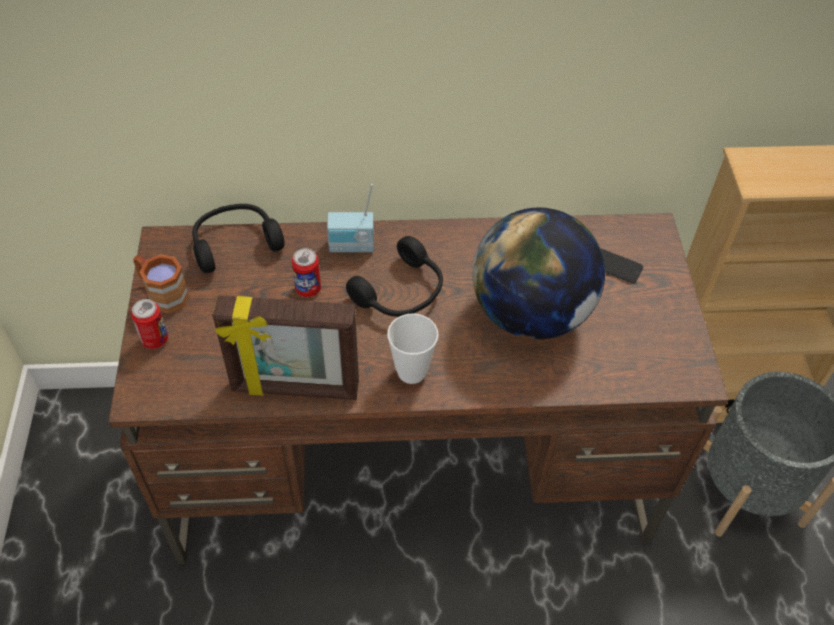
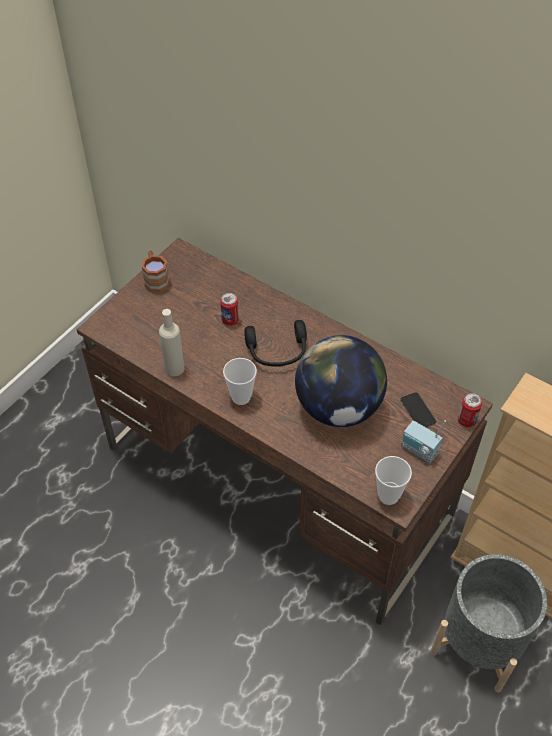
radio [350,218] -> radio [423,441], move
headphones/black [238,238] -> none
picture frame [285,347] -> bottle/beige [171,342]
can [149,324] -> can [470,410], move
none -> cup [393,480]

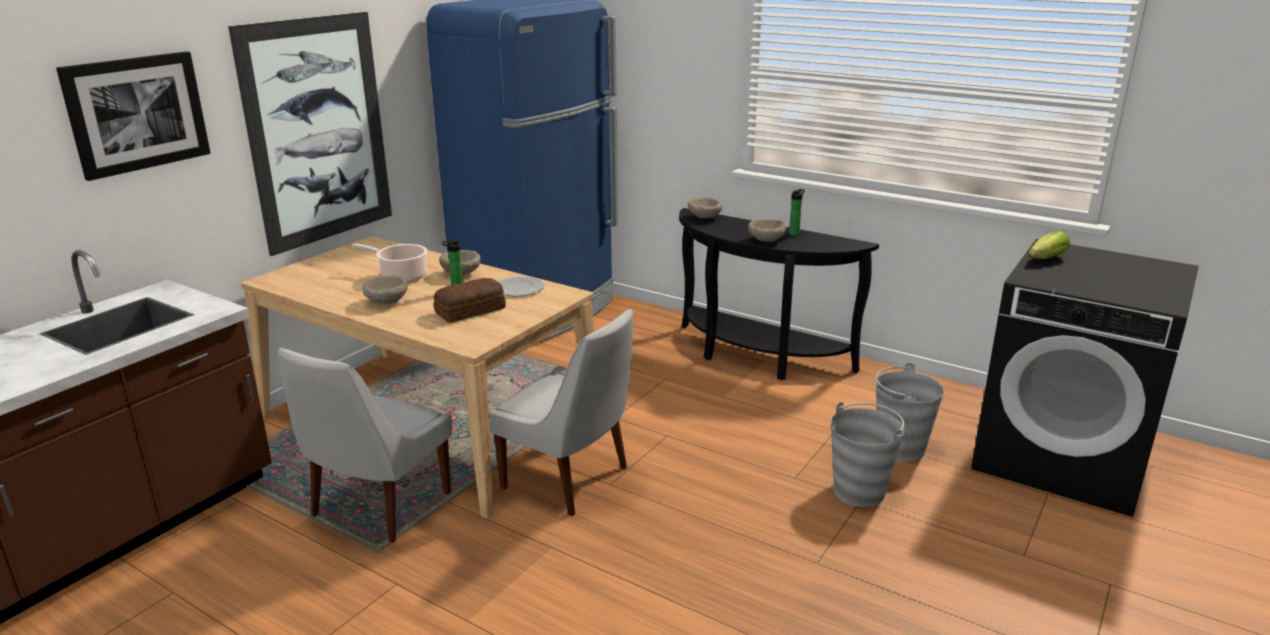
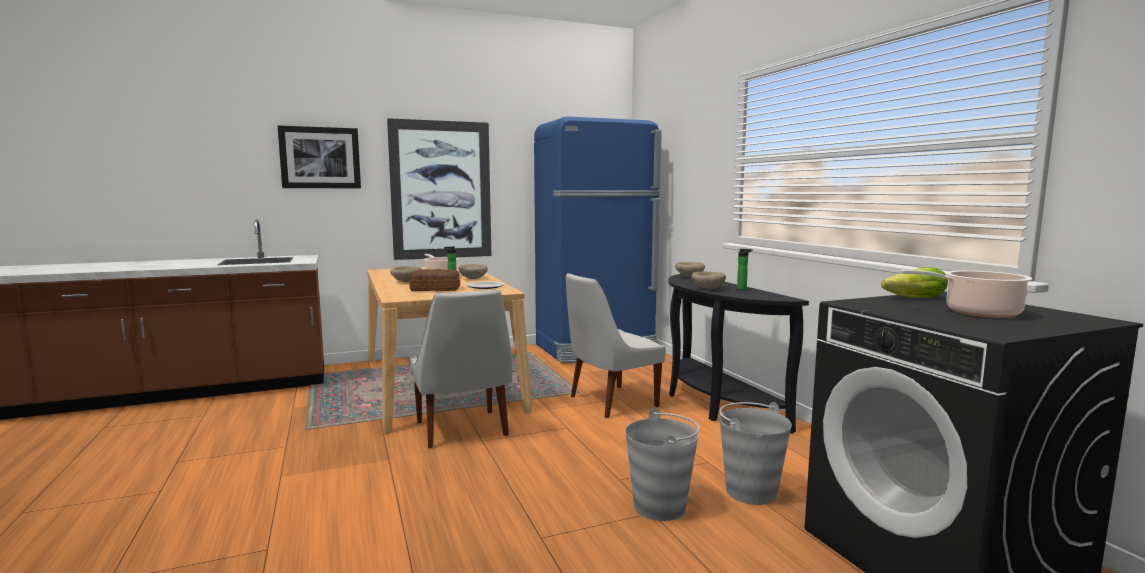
chair/white [365,445] -> chair/white [616,345], move
none -> cooking pot [966,294]

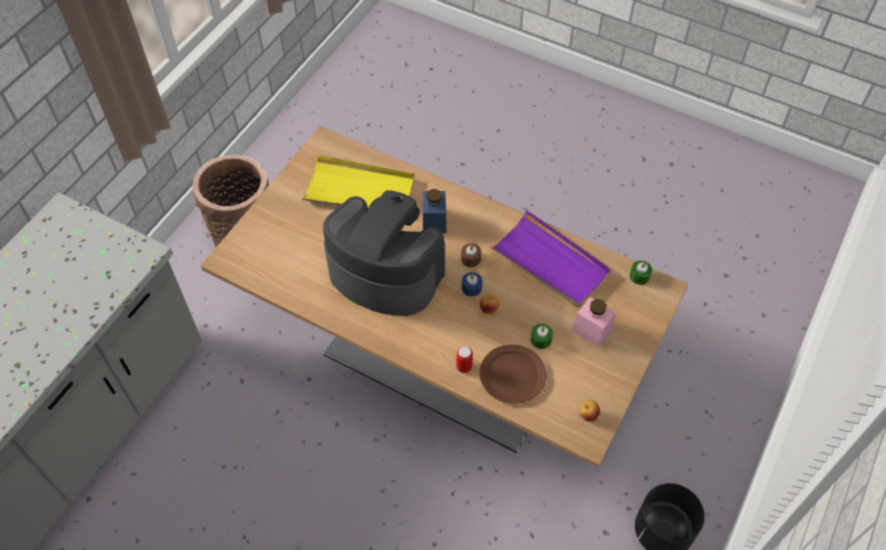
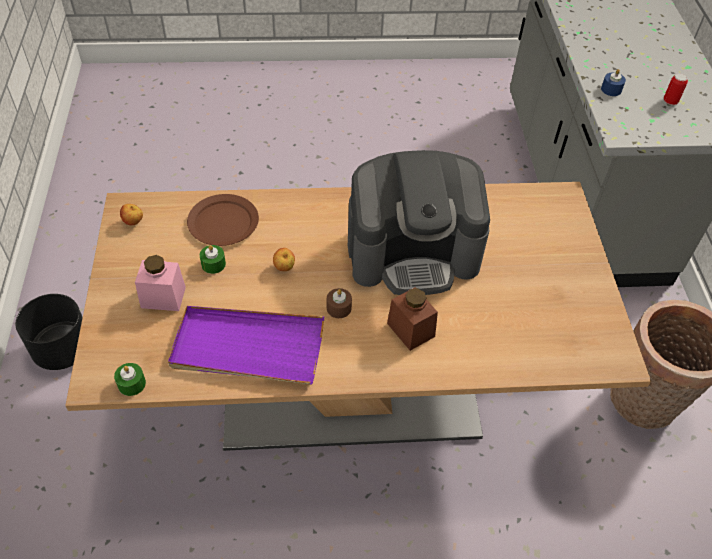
tray/yellow [358,182] -> none
jar/blue [435,211] -> jar/brown [412,319]
candle/blue [472,284] -> candle/blue [613,82], move
can [464,359] -> can [676,89], move

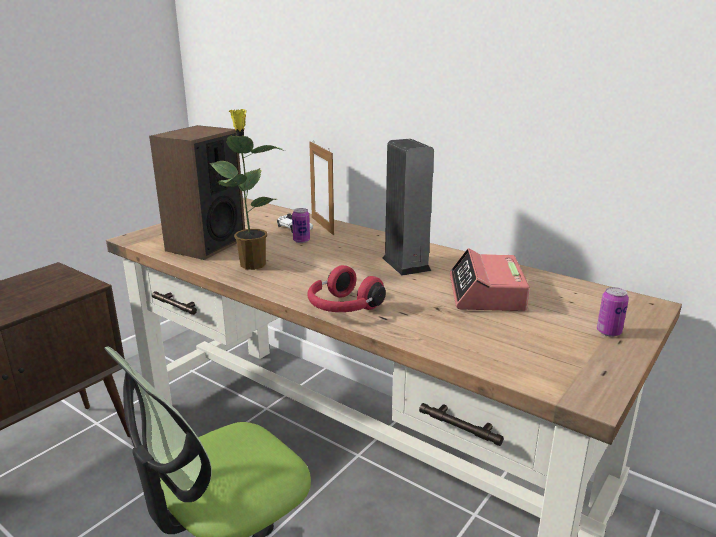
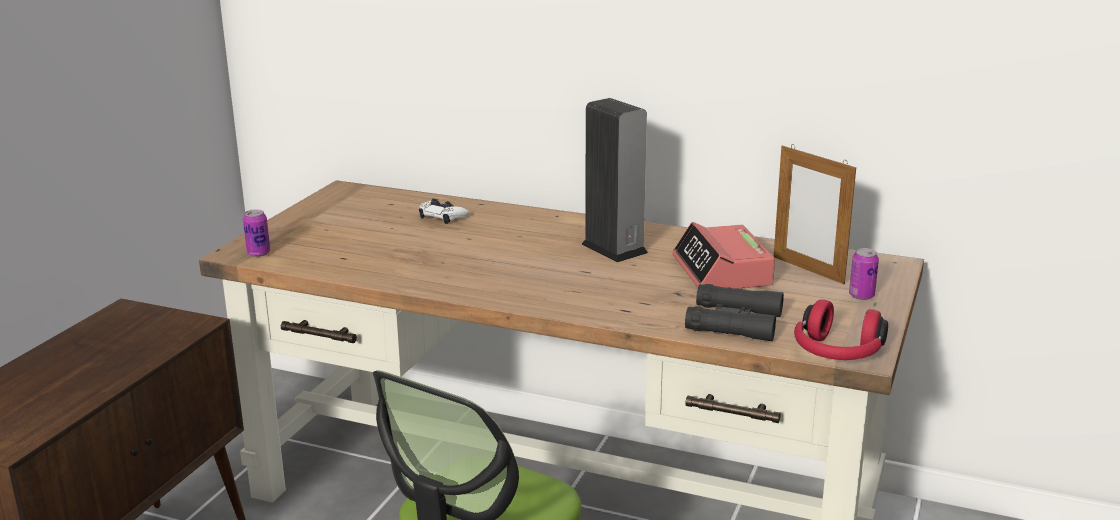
potted plant [247,189] -> none
speaker [197,192] -> none
picture frame [321,187] -> picture frame [815,214], move
can [301,225] -> can [256,233], move
headphones/red [347,288] -> headphones/red [841,329], move
none -> binoculars/black [734,312]

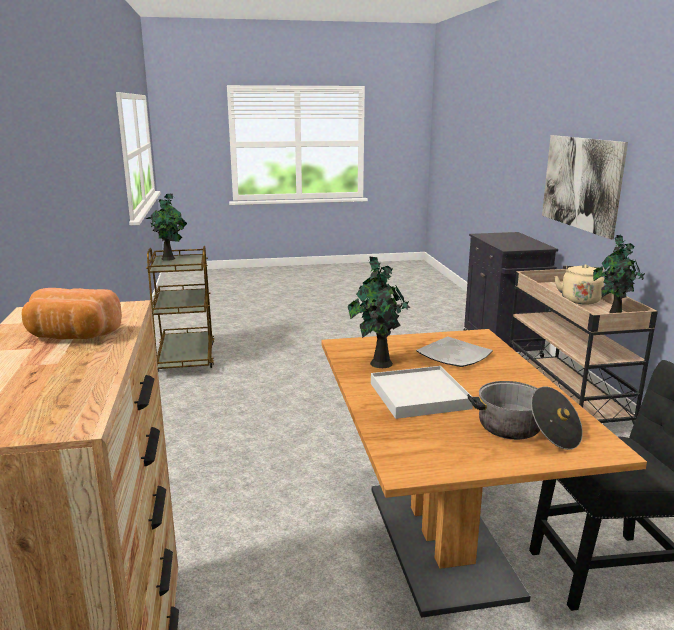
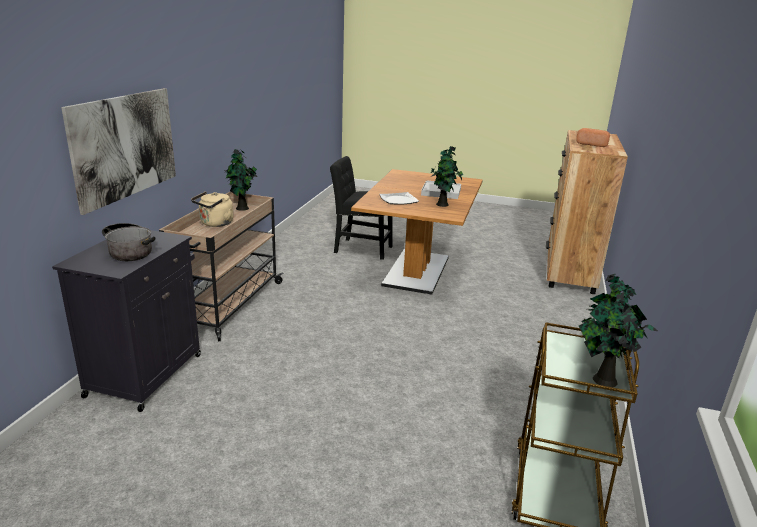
cooking pot [525,415] -> cooking pot [128,242], move

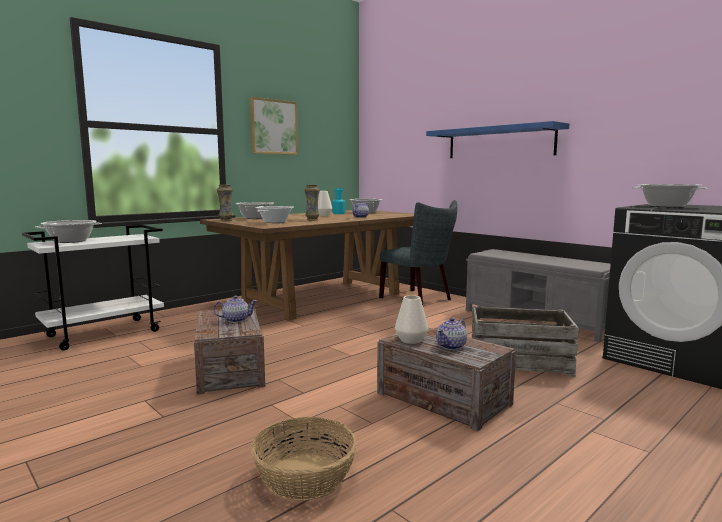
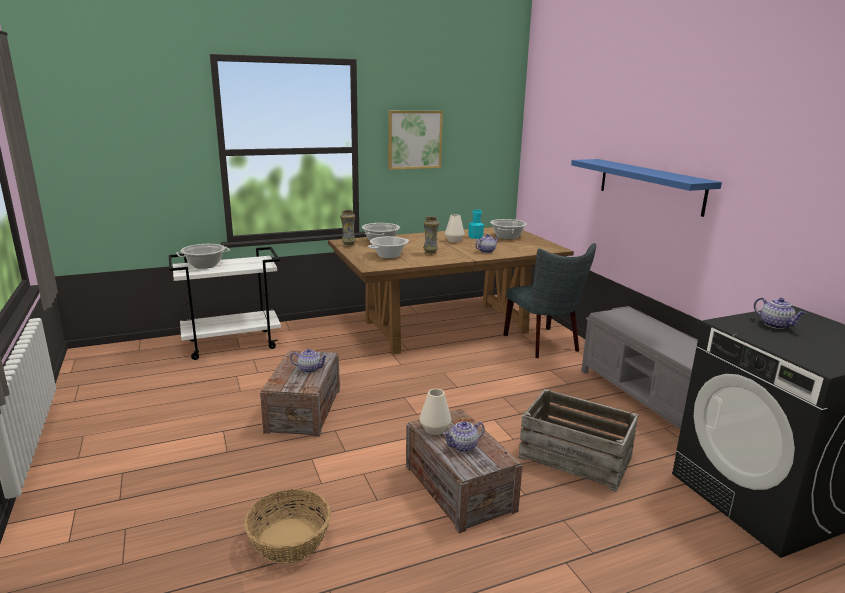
cooking pot [670,196] -> teapot [780,313]

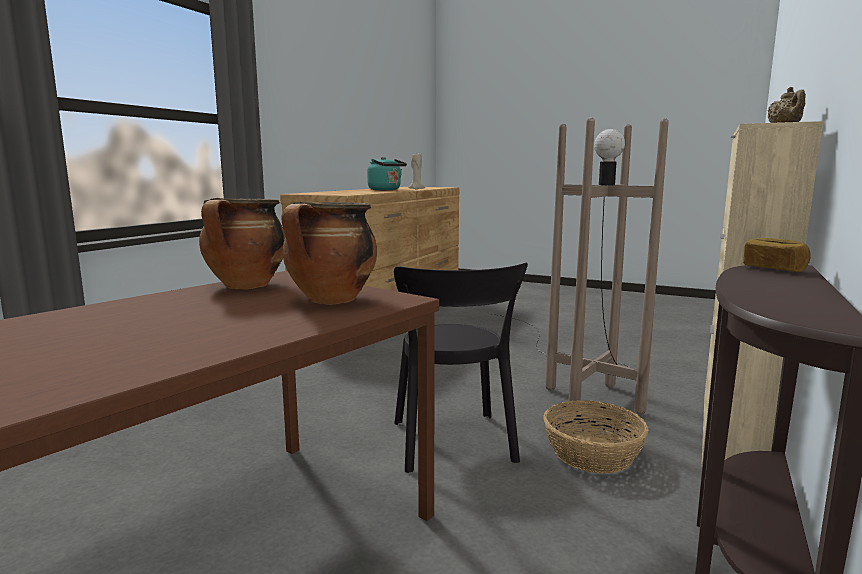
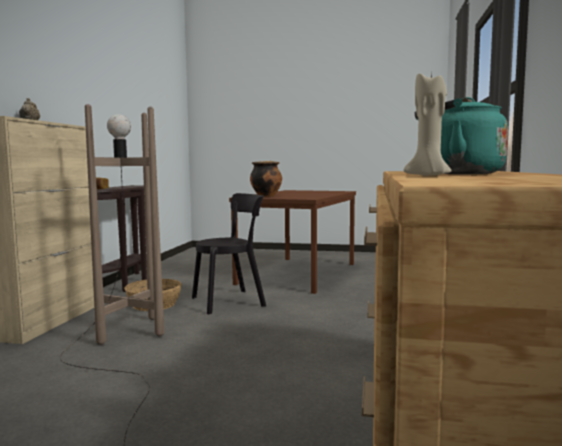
cooking pot [242,243] -> none
chair/black [461,368] -> chair/black [229,253], 90 degrees clockwise

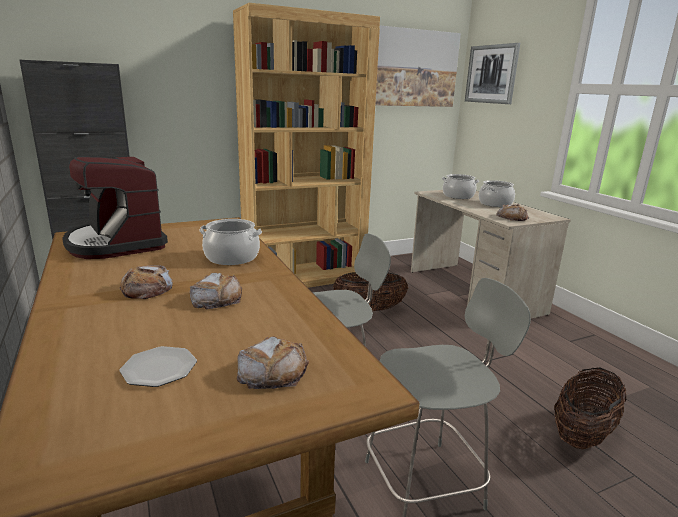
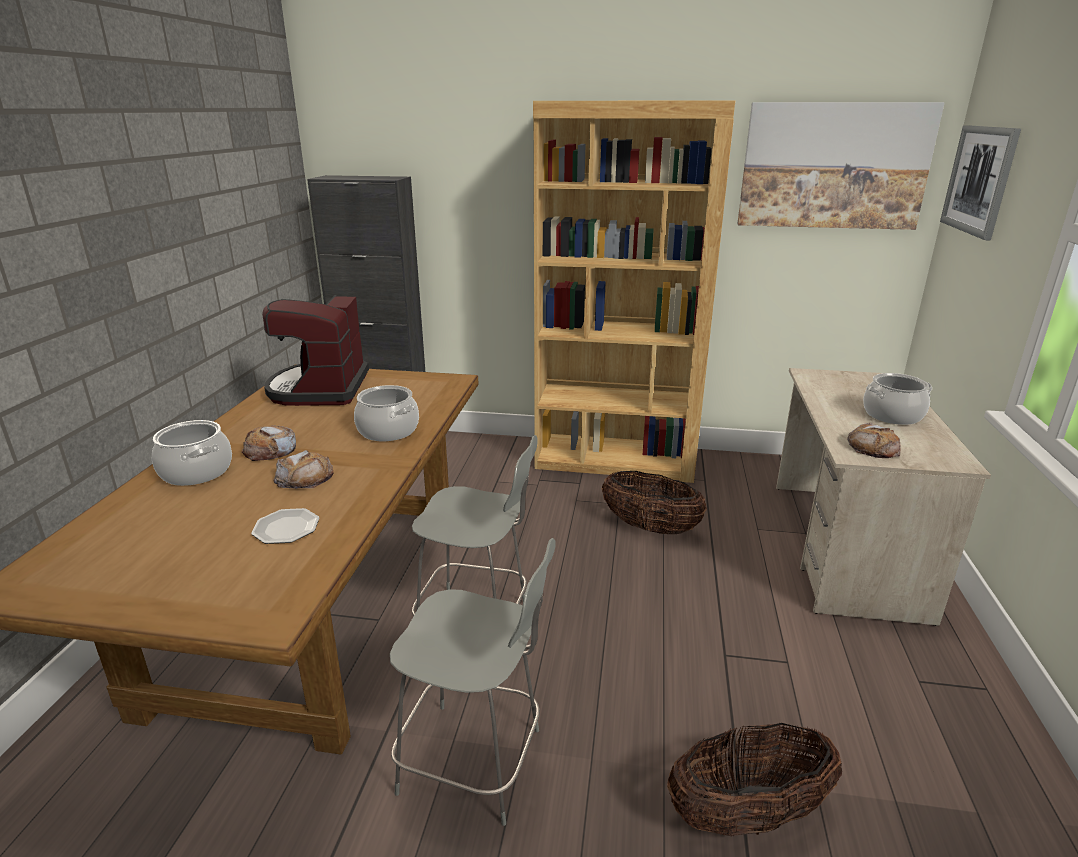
cooking pot [460,186] -> cooking pot [192,453], move
bread [273,363] -> none
plate [158,366] -> plate [285,526], move

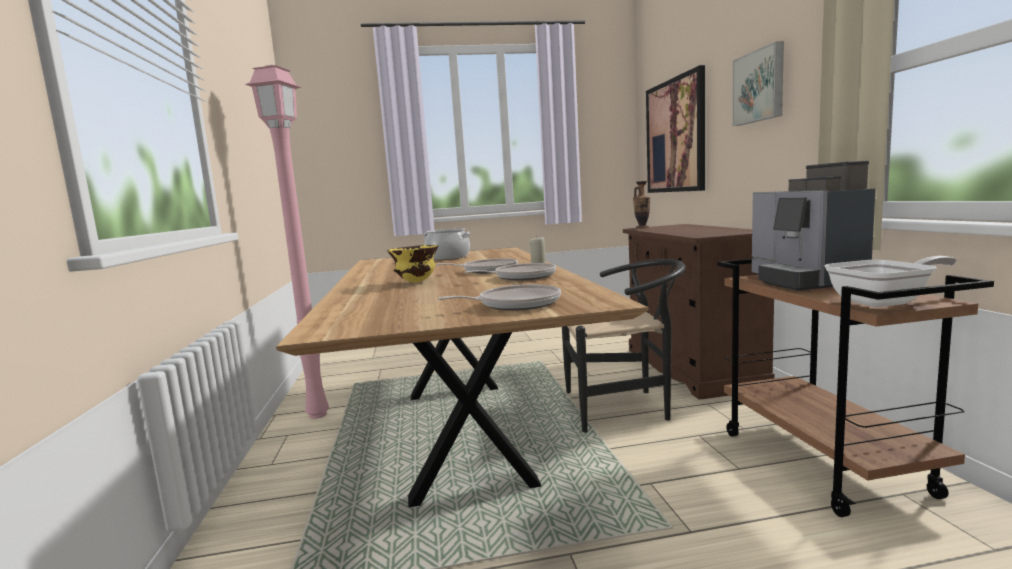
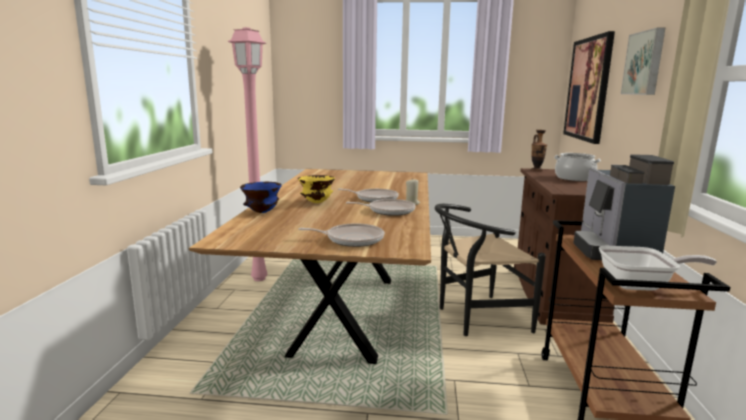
cooking pot [446,244] -> cooking pot [577,167], move
chair/black [623,346] -> chair/black [490,270], 150 degrees clockwise
none -> bowl/blue [261,197]

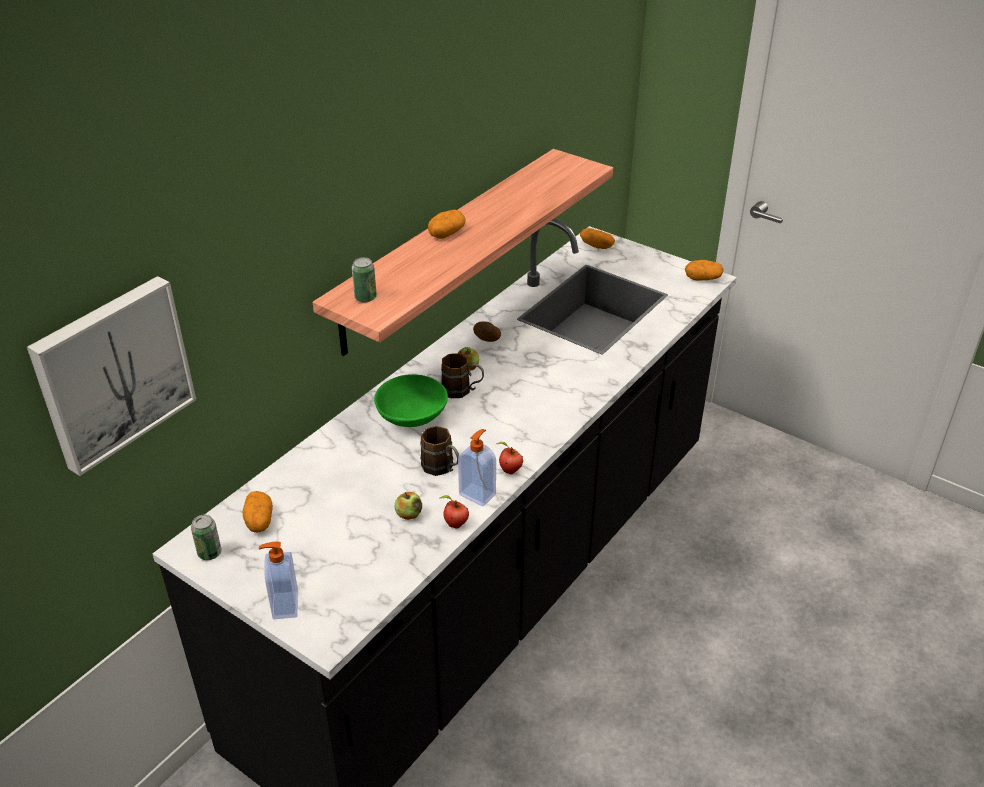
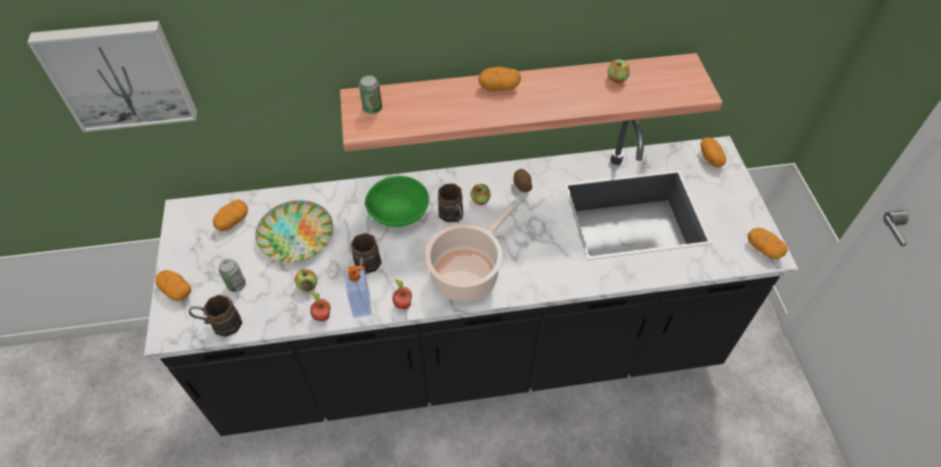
can [206,537] -> can [232,275], move
soap dispenser [278,580] -> potato [173,285]
none -> apple [619,71]
none -> cooking pot [472,250]
none -> plate [294,231]
none -> mug/brown [215,316]

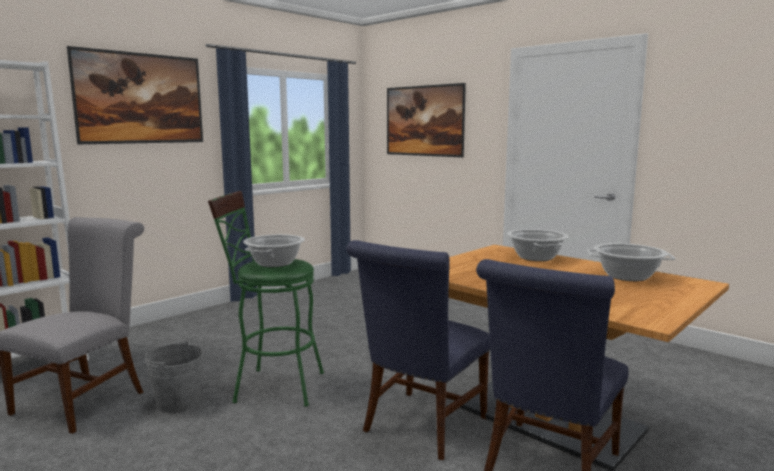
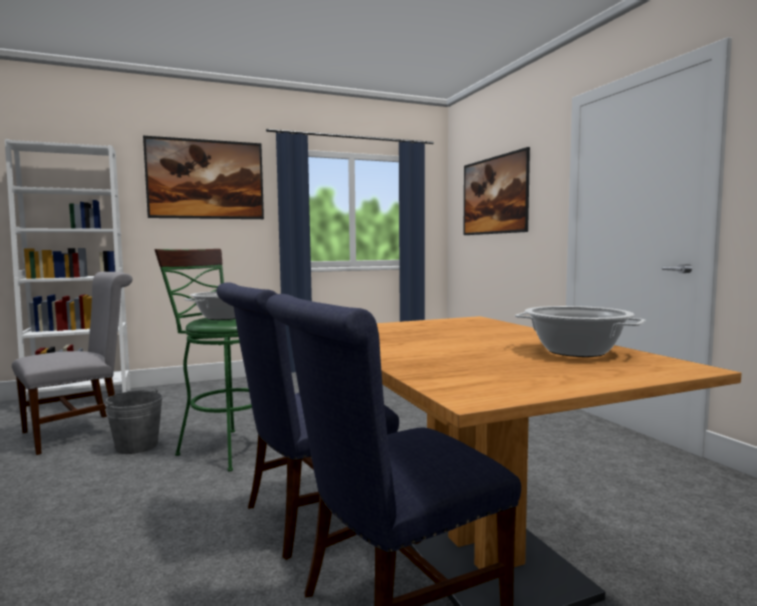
cooking pot [538,245] -> none

